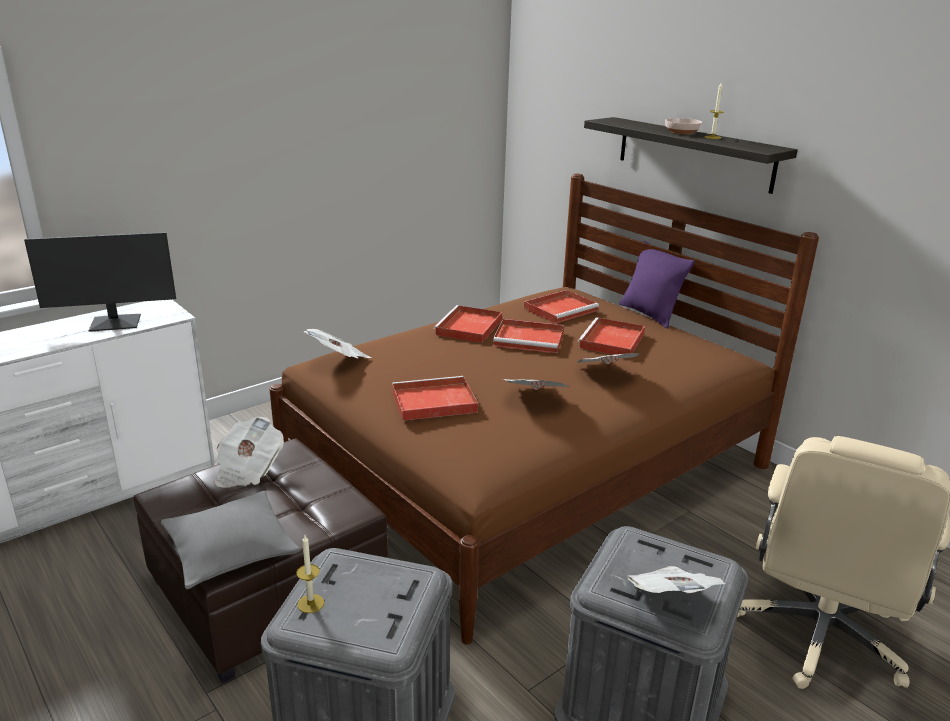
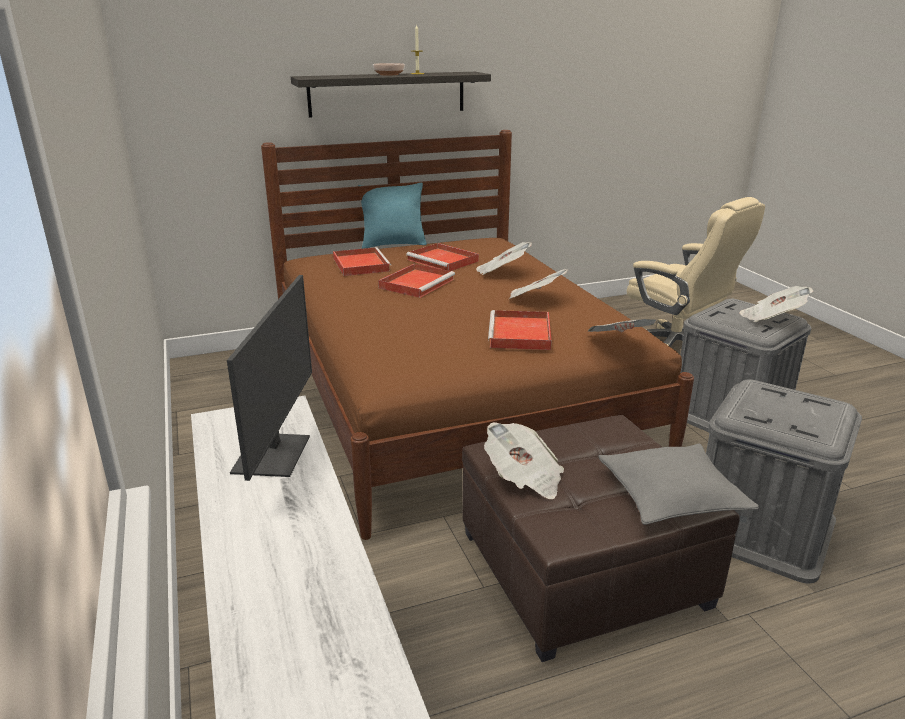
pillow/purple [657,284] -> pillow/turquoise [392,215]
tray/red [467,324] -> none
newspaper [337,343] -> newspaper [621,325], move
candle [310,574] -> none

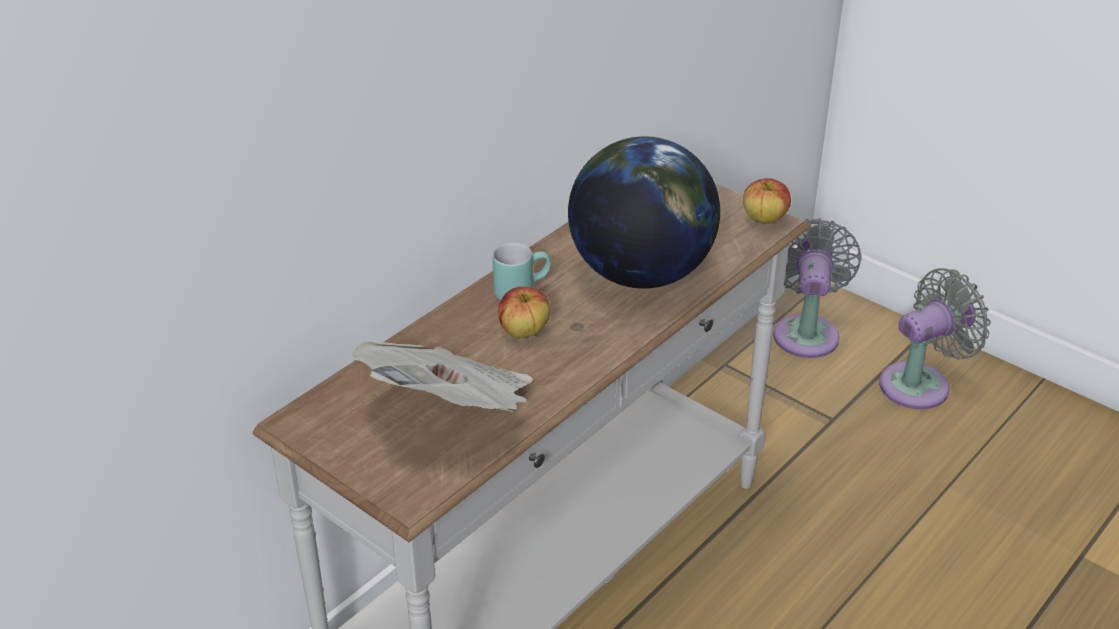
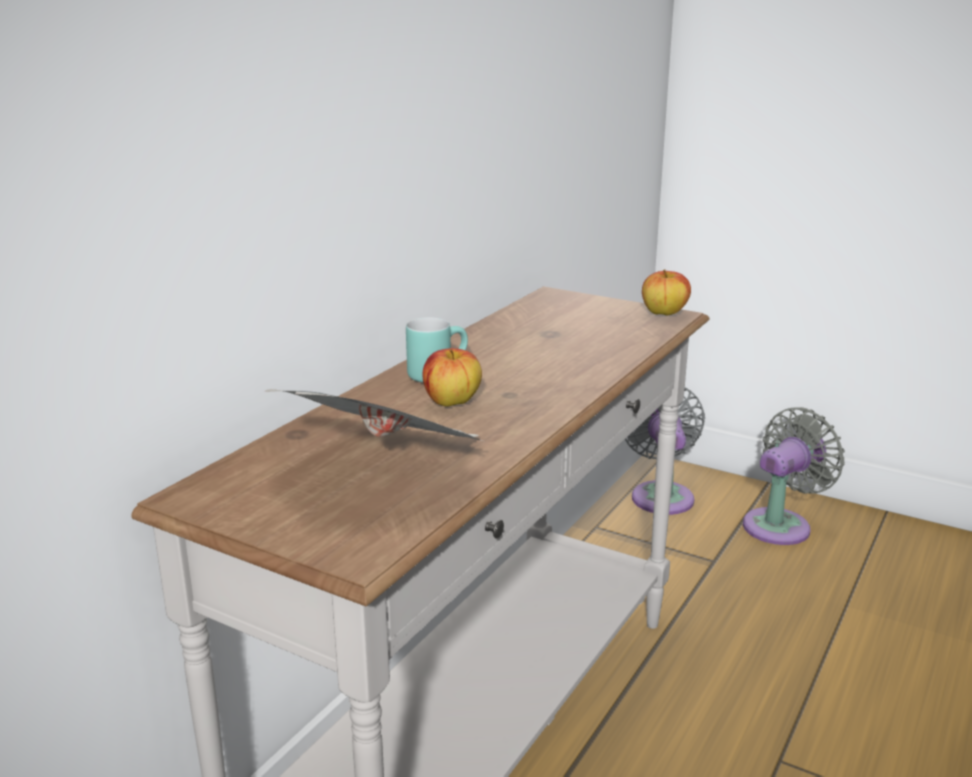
globe [644,212] -> none

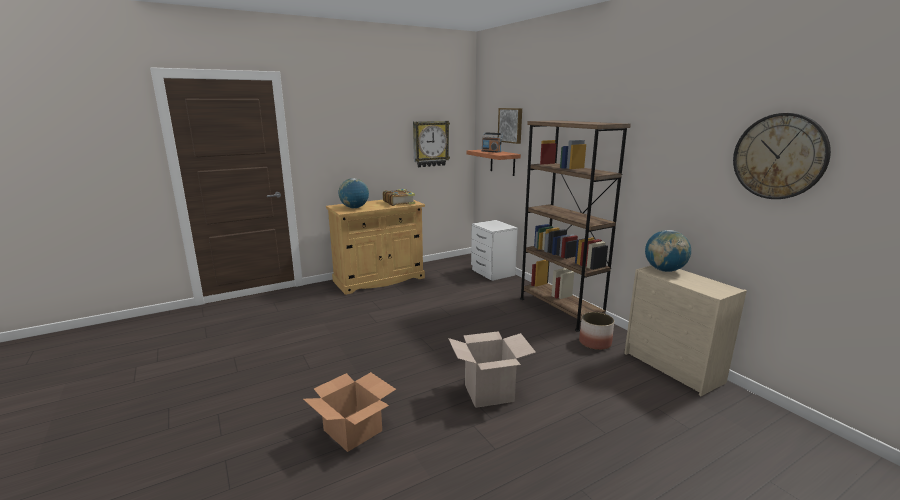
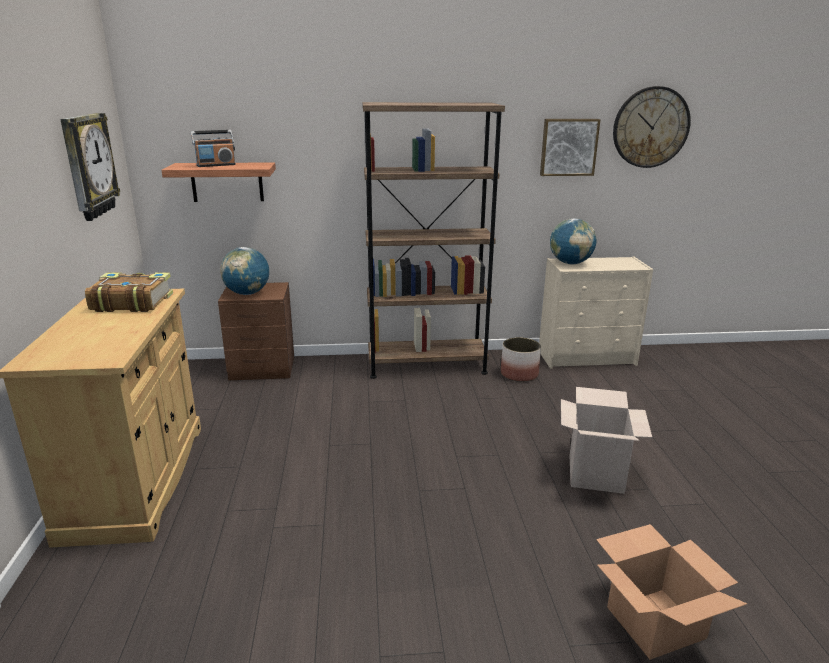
picture [510,126] -> picture [570,147], move
globe [354,193] -> globe [244,271], move
nightstand/white [494,250] -> nightstand/brown [256,331]

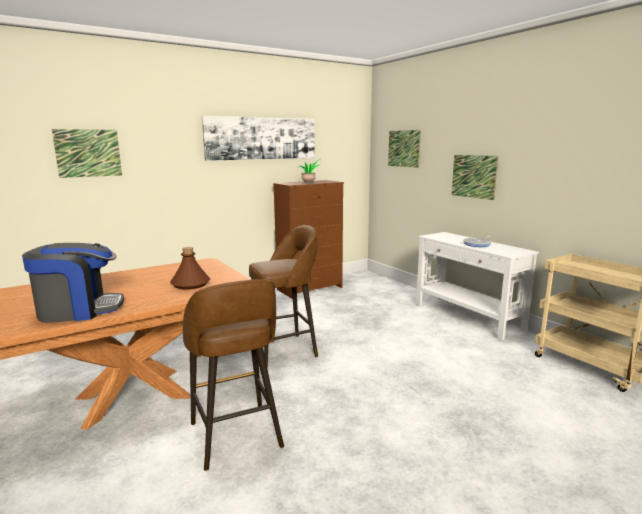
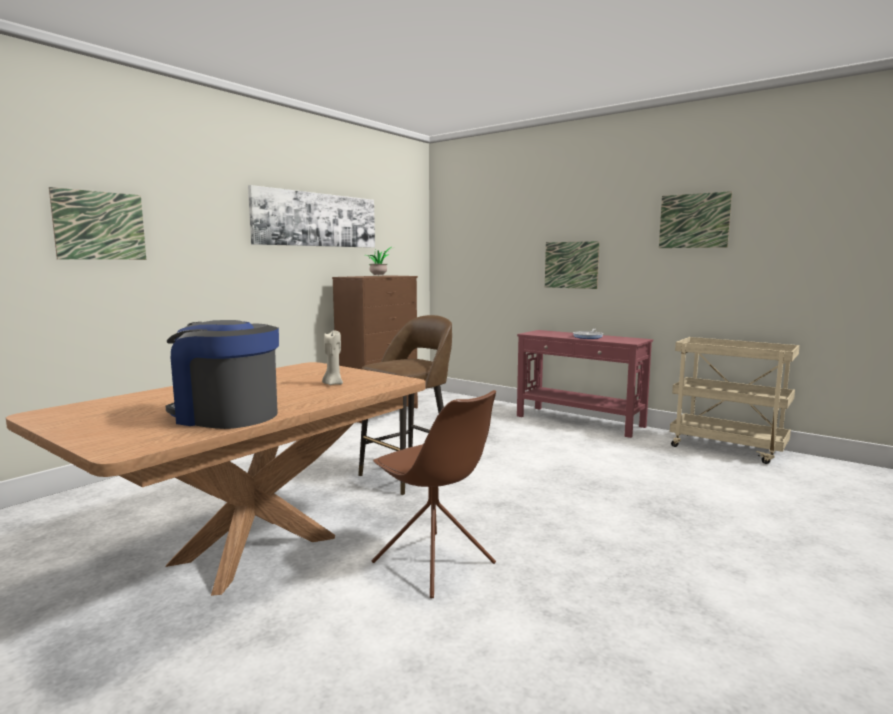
picture [404,149] -> picture [695,219], move
console table/white [477,286] -> console table/red [585,384]
coffee machine [73,283] -> coffee machine [222,374], 120 degrees counterclockwise
bottle/brown [190,268] -> candle/beige [332,358]
stool/brown [233,375] -> chair/brown [434,494]

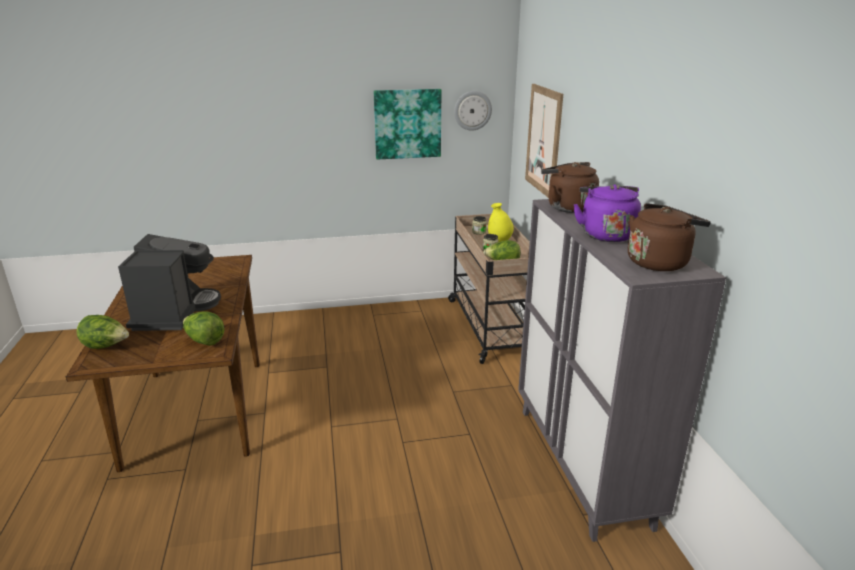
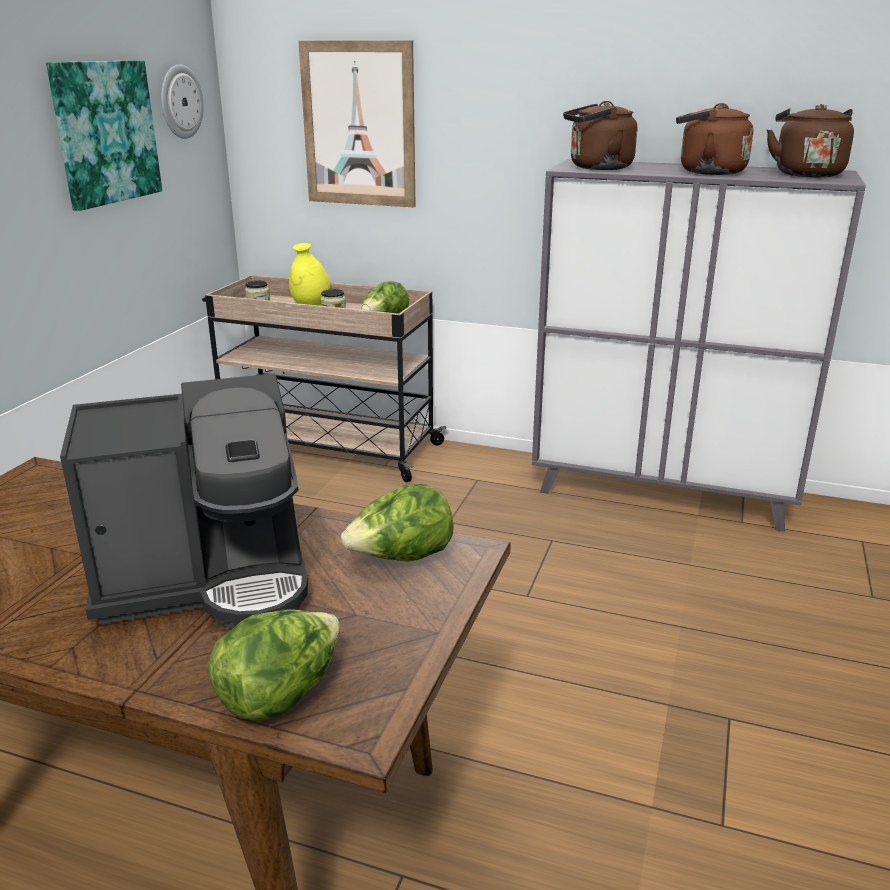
kettle/purple [607,213] -> kettle/brown [715,139]
coffee machine [169,282] -> coffee machine [184,501], 135 degrees clockwise

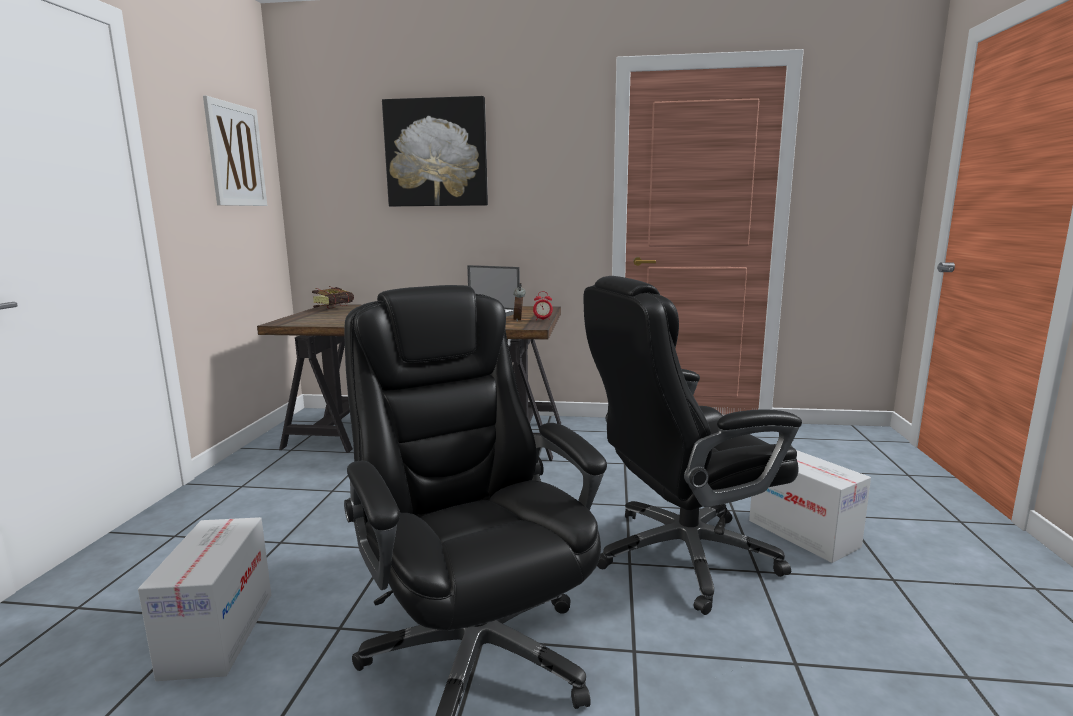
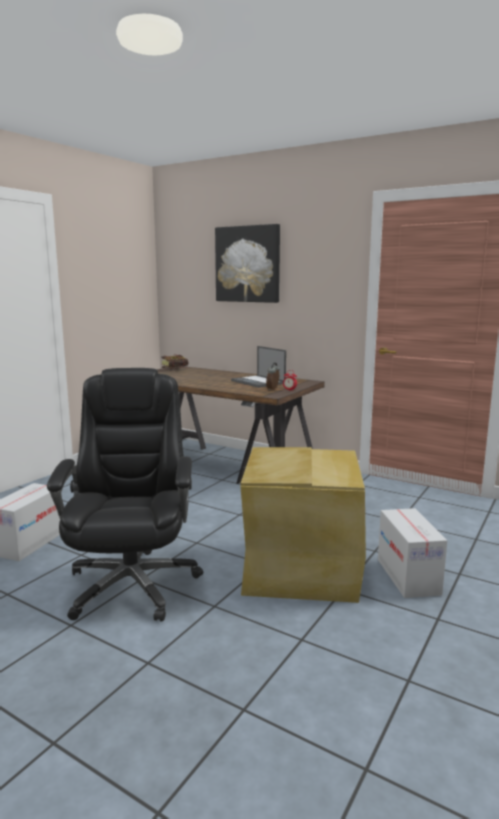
picture [235,151] -> none
office chair/black [693,445] -> storage box/beige [303,525]

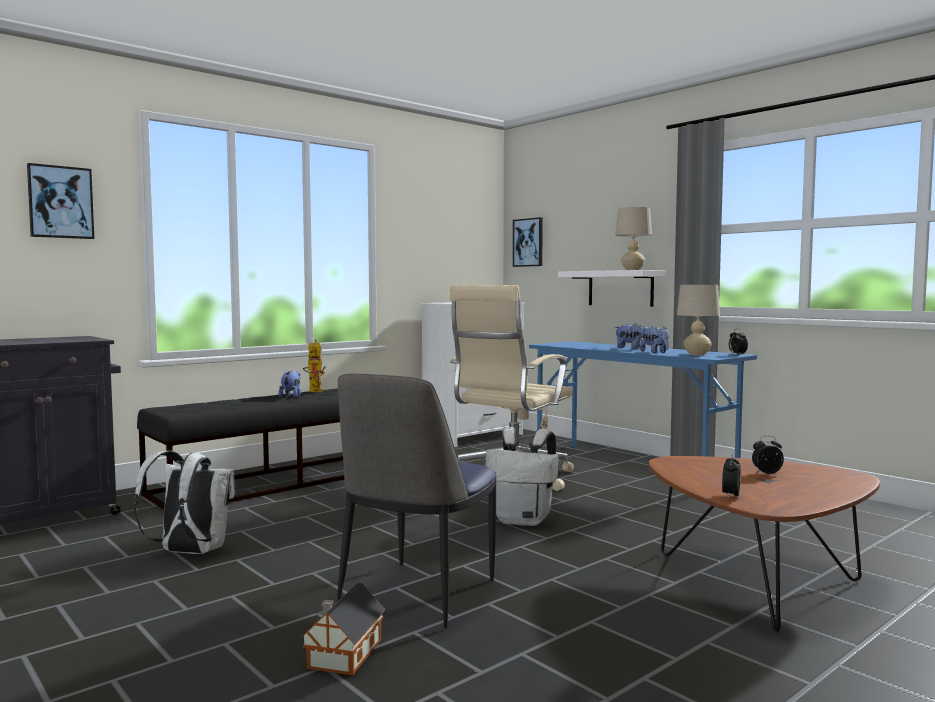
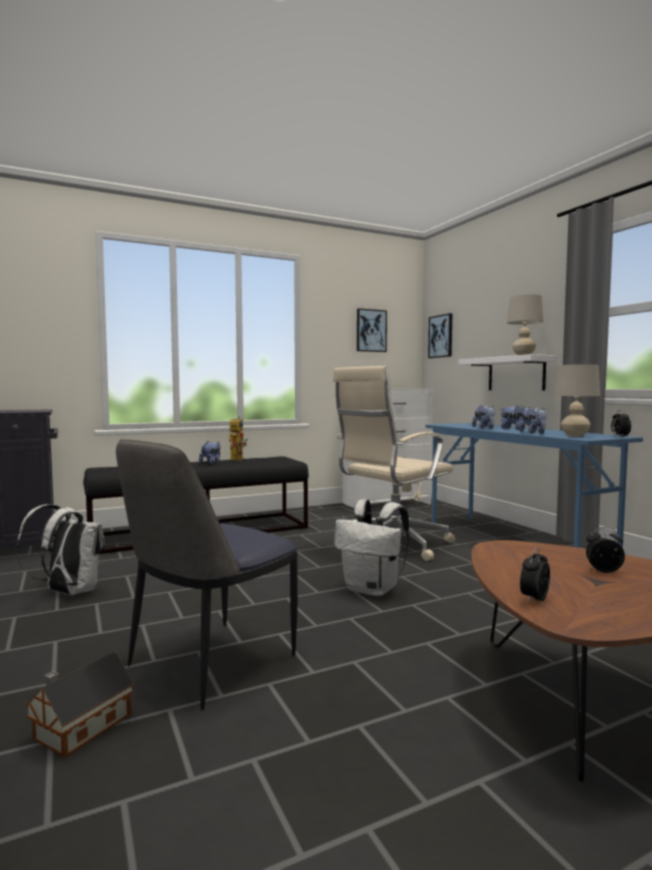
picture [60,201] -> picture [372,330], move
none -> plush toy [483,417]

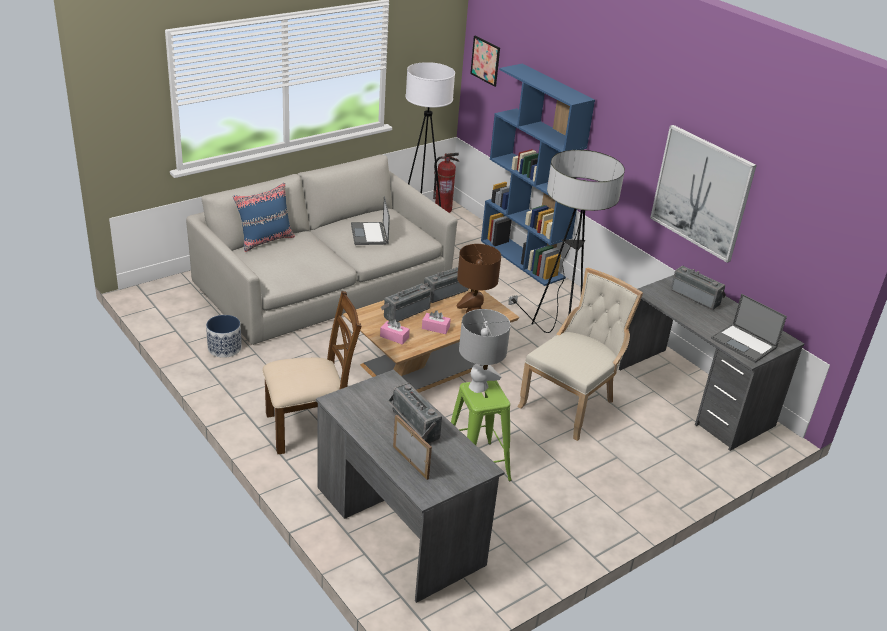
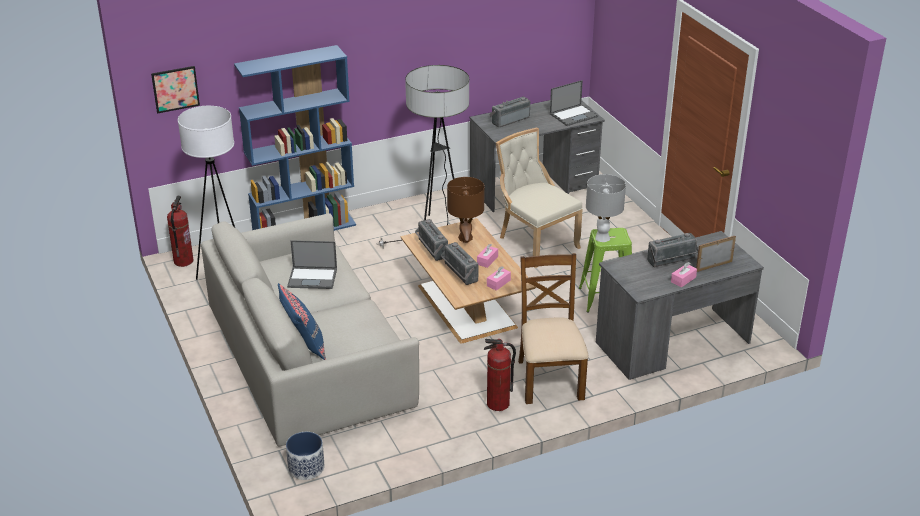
picture [703,194] -> none
planter [224,336] -> planter [305,456], move
none -> tissue box/pink [684,274]
none -> fire extinguisher [500,375]

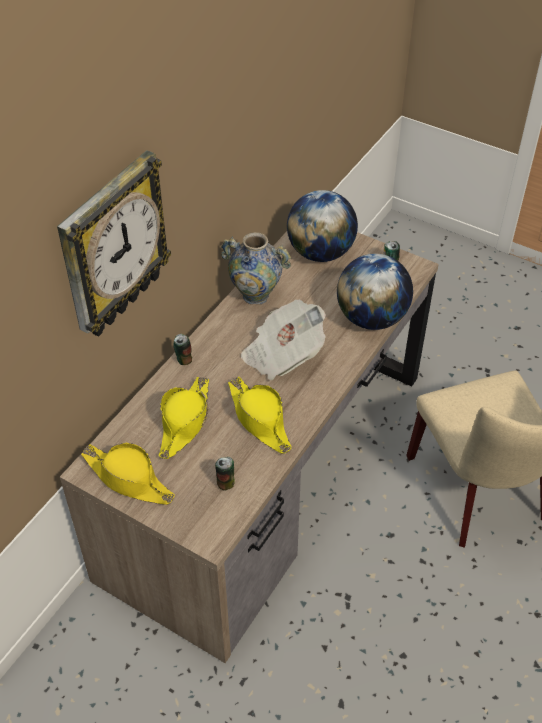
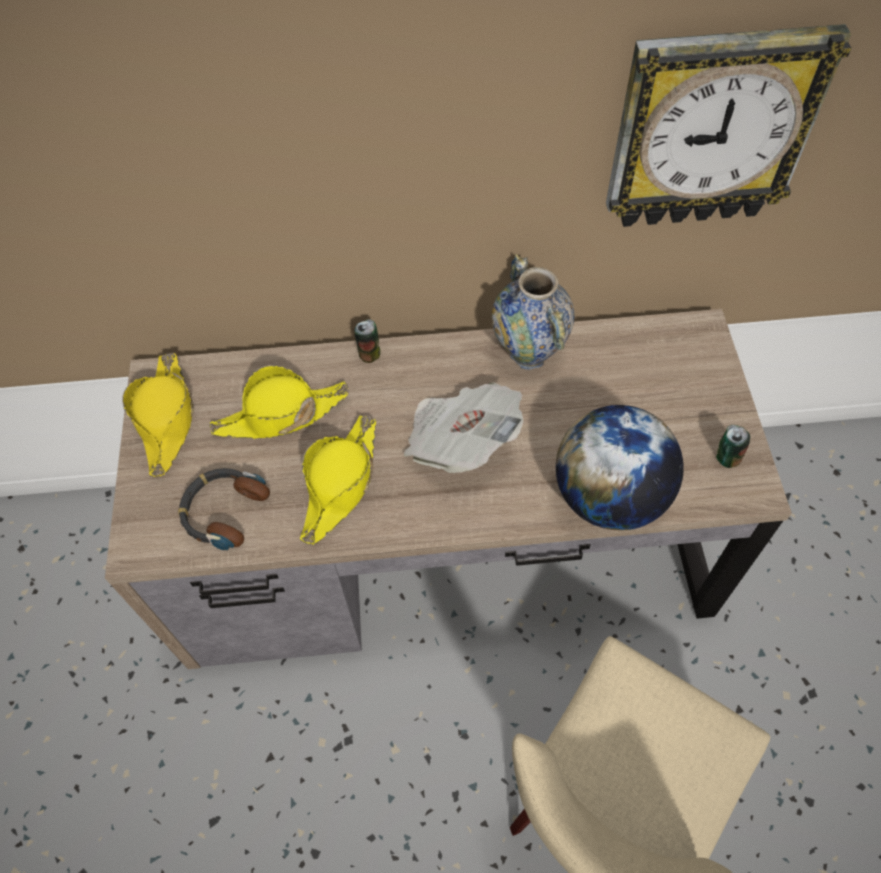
wall clock [114,243] -> wall clock [728,125], move
globe [322,226] -> none
can [225,474] -> headphones [224,509]

